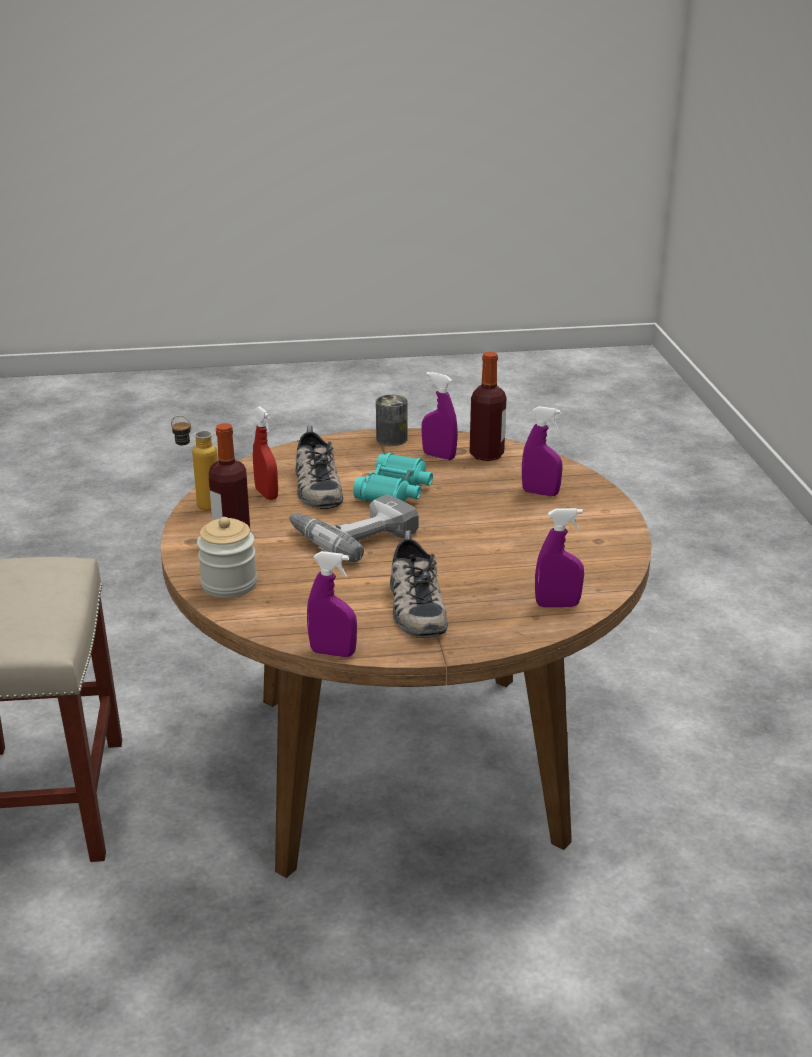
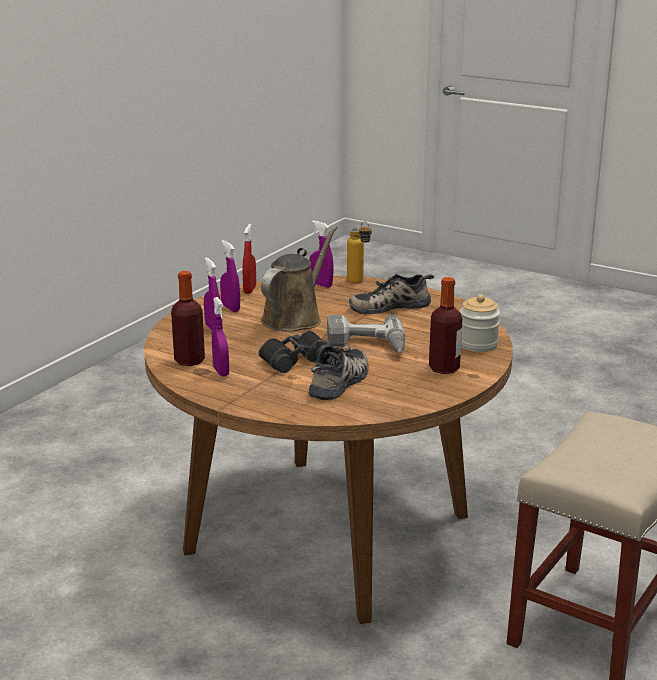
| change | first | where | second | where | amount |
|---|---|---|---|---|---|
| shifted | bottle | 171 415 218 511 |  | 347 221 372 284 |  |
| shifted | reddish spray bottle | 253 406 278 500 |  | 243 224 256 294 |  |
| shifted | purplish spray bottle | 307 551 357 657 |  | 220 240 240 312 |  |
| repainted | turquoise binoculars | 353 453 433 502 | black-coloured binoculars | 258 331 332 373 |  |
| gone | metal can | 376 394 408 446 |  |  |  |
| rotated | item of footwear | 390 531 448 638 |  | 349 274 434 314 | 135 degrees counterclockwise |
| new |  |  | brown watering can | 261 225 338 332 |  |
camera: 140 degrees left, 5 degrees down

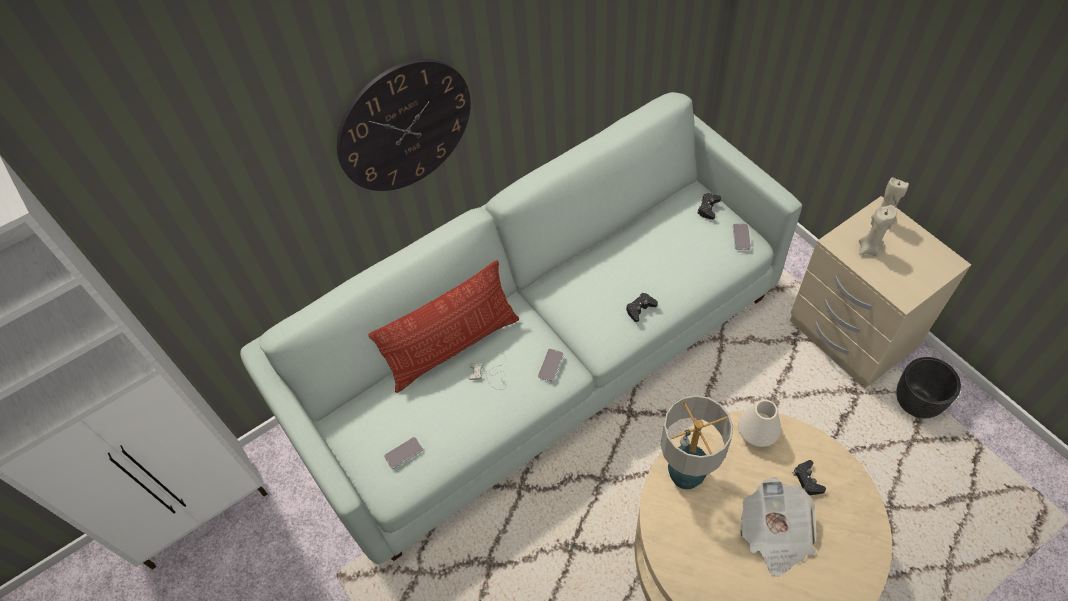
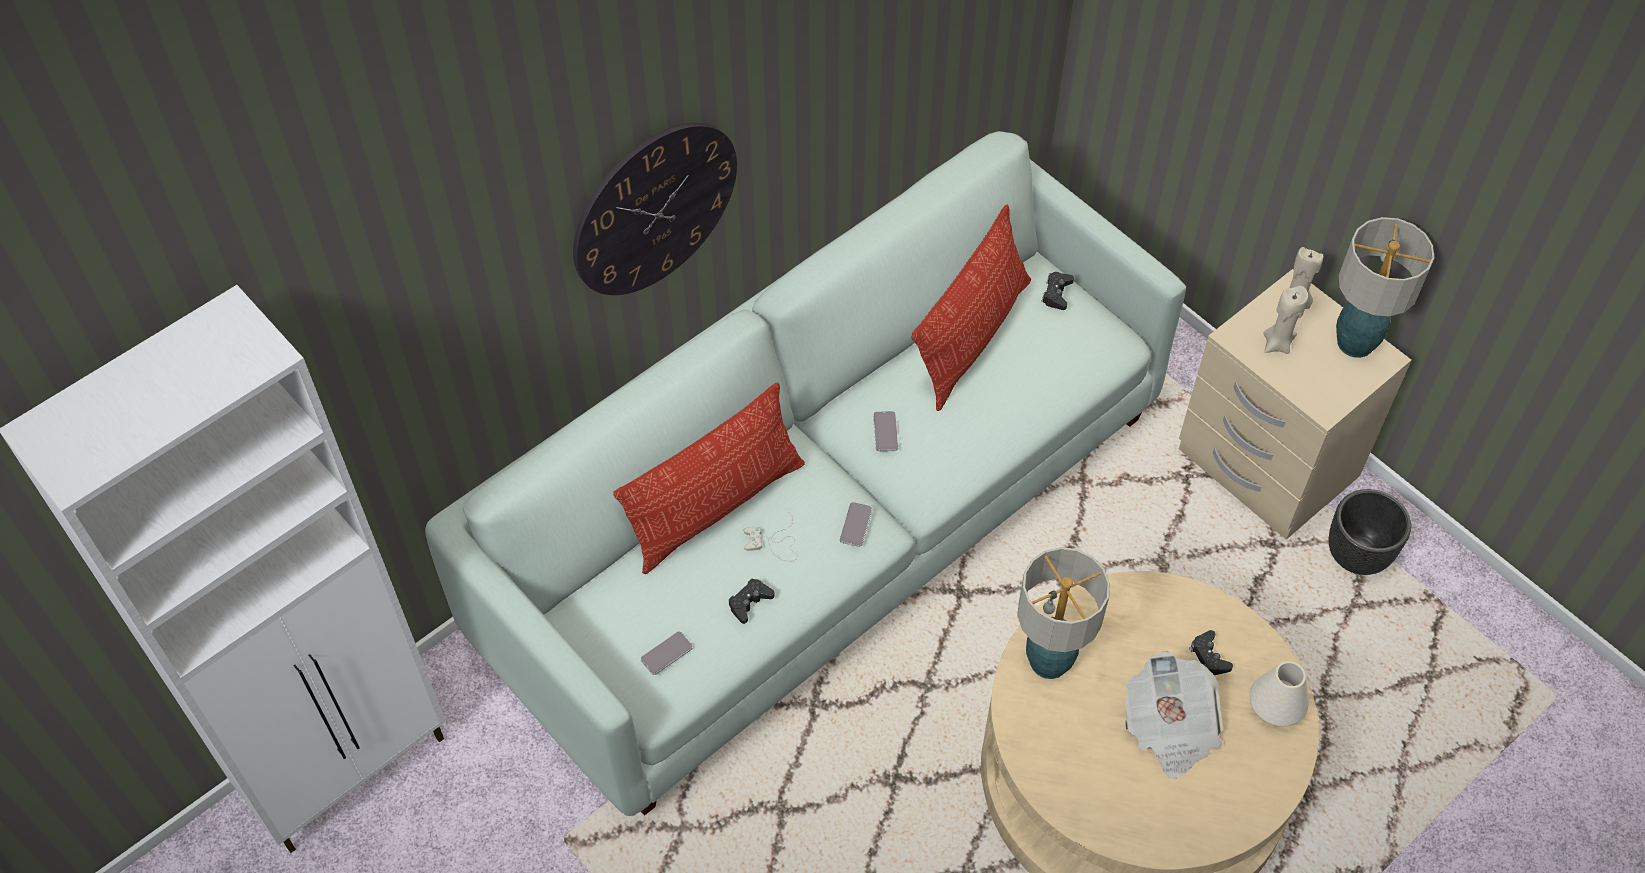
| change | first | where | second | where | amount |
|---|---|---|---|---|---|
| shifted | black-coloured joypad | 626 293 658 322 |  | 729 579 775 624 |  |
| shifted | handset | 733 224 751 250 |  | 873 411 898 451 |  |
| shifted | white-coloured vase | 738 400 781 447 |  | 1250 661 1309 727 |  |
| new |  |  | pillow | 911 205 1031 411 |  |
| new |  |  | lamp for a table | 1336 217 1434 358 |  |
camera: 10 degrees left, 0 degrees up

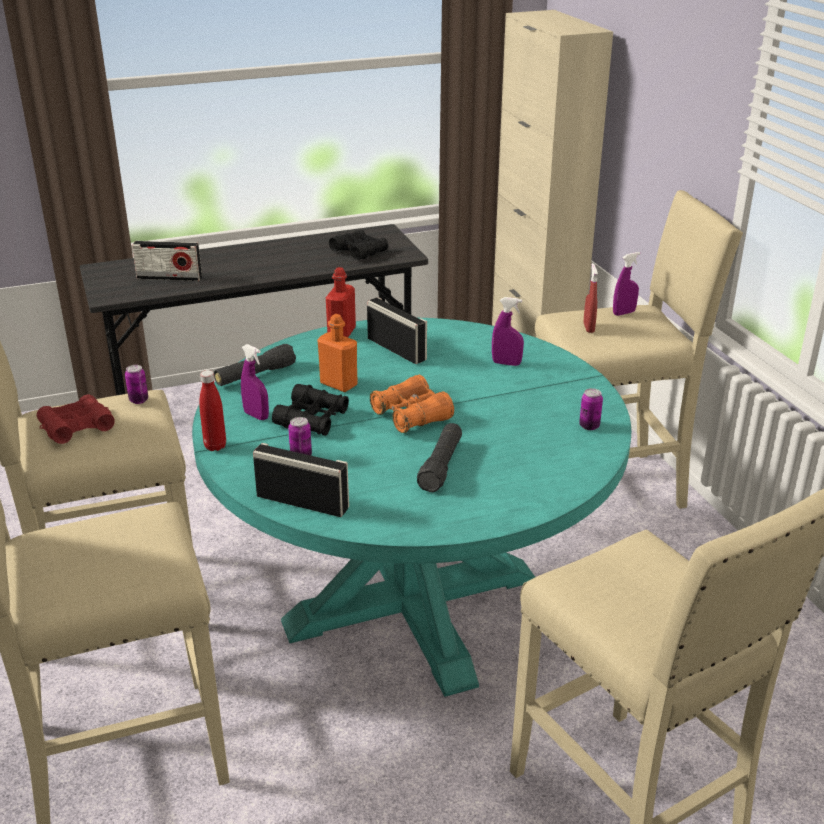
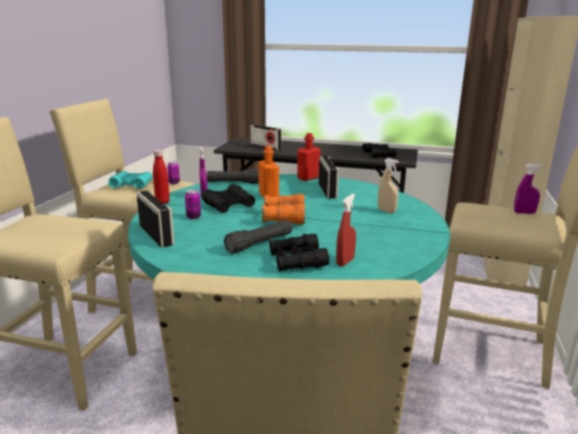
| change | first | where | second | where | amount |
|---|---|---|---|---|---|
| repainted | reddish binoculars | 37 394 115 444 | turquoise binoculars | 108 171 153 189 |  |
| repainted | purplish spray bottle | 492 297 524 366 | beige spray bottle | 378 158 399 214 |  |
| gone | metal can | 579 388 603 430 |  |  |  |
| shifted | reddish spray bottle | 584 263 598 333 |  | 336 194 356 266 |  |
| new |  |  | black-coloured binoculars | 269 234 329 272 |  |
camera: 35 degrees right, 10 degrees down

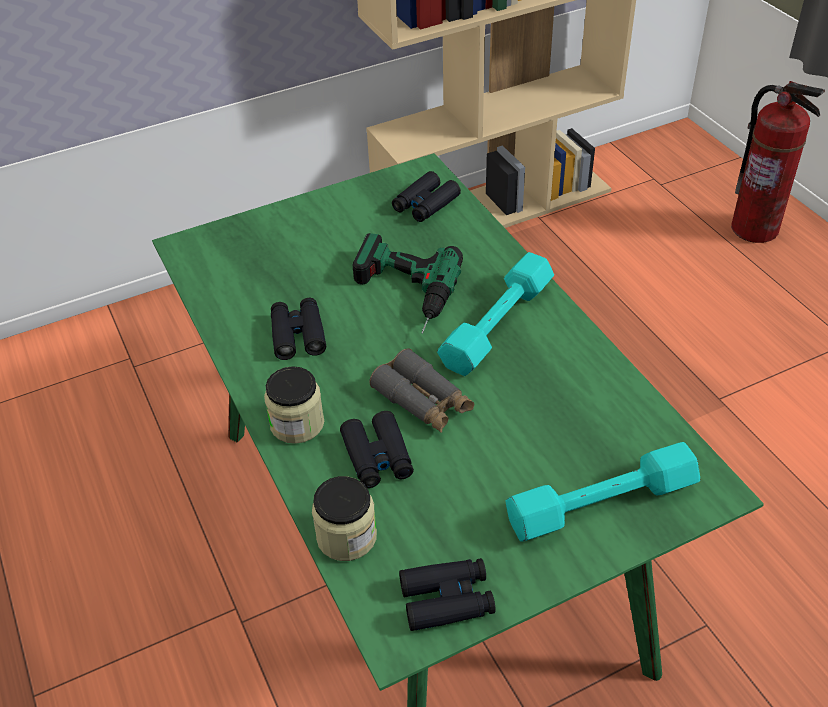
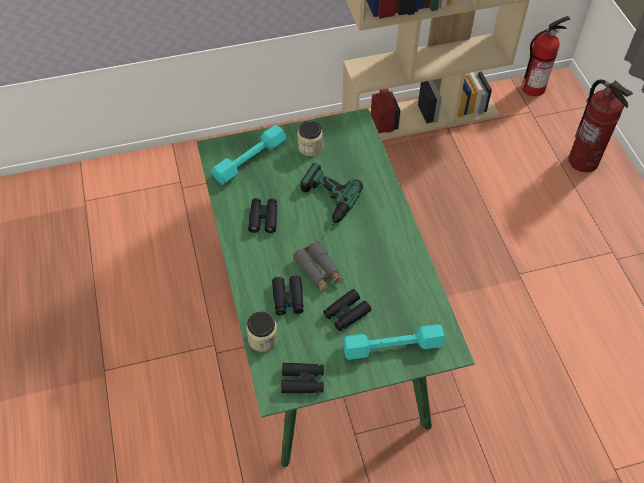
| change | first | where | second | where | amount |
|---|---|---|---|---|---|
| shifted | storage jar | 264 366 324 444 |  | 297 120 323 156 |  |
| shifted | black-coloured binoculars | 392 171 461 222 |  | 323 289 371 331 |  |
| shifted | turquoise dumbbell | 437 252 554 376 |  | 211 125 287 185 |  |
| new |  |  | extinguisher | 521 16 570 96 |  |
camera: 10 degrees right, 10 degrees up

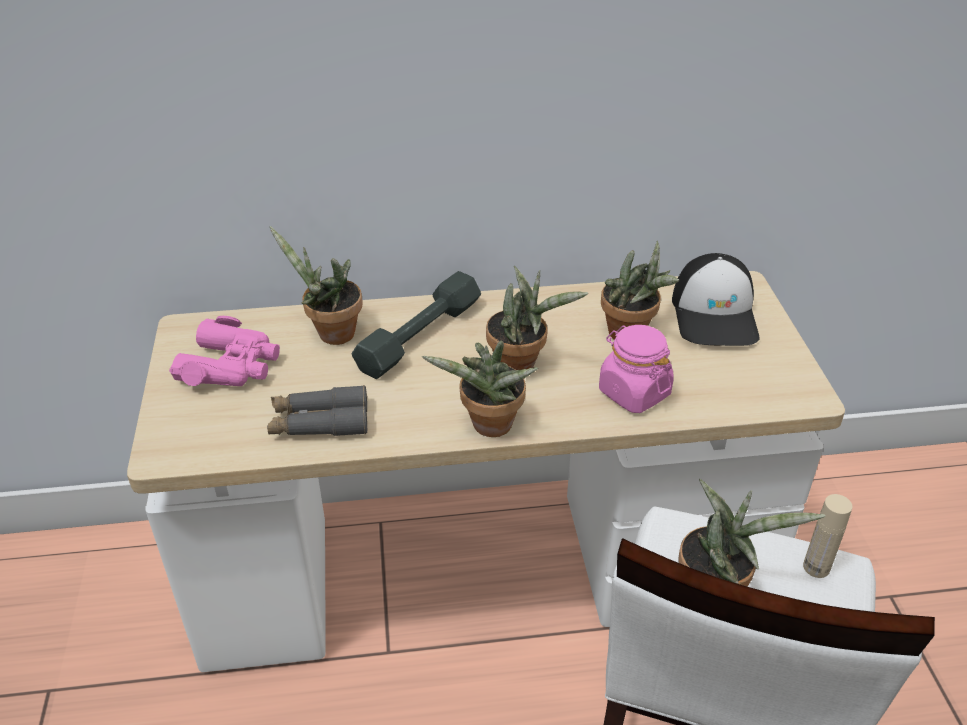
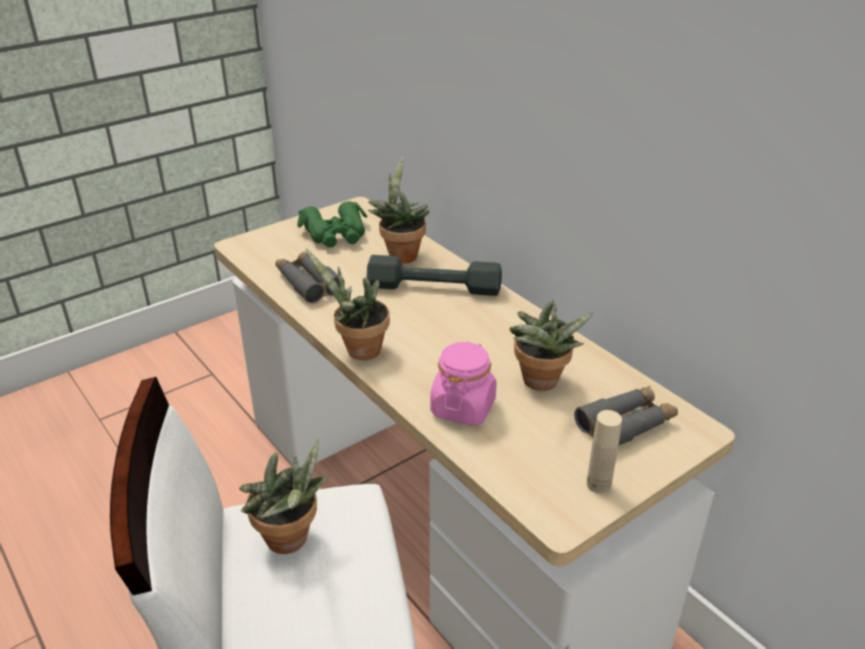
| change | first | where | second | where | amount |
|---|---|---|---|---|---|
| repainted | pinkish binoculars | 169 316 280 386 | greenish binoculars | 297 201 368 248 |  |
| gone | houseplant | 486 266 588 370 |  |  |  |
| swapped | peaked cap | 672 253 760 346 | greyish binoculars | 574 386 678 446 |  |
| shifted | beige bottle | 803 494 852 578 |  | 587 410 622 494 |  |
camera: 60 degrees right, 5 degrees down

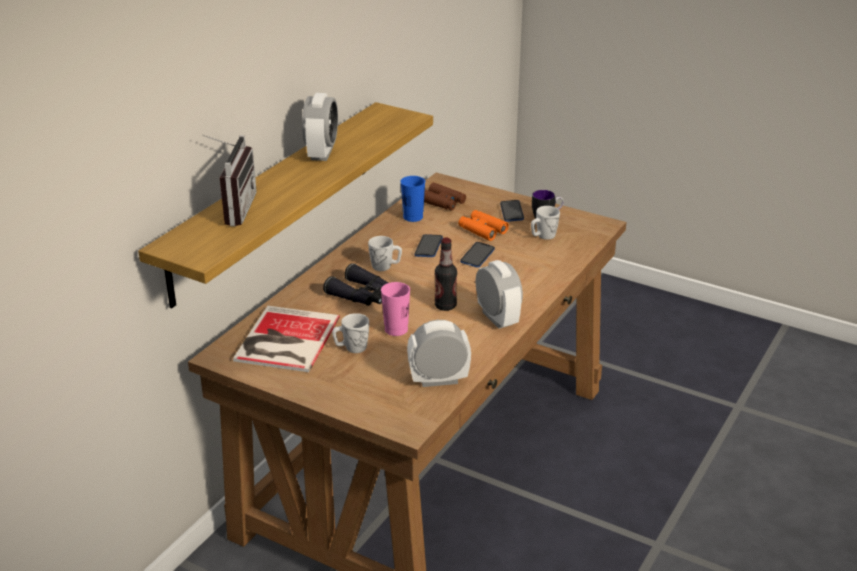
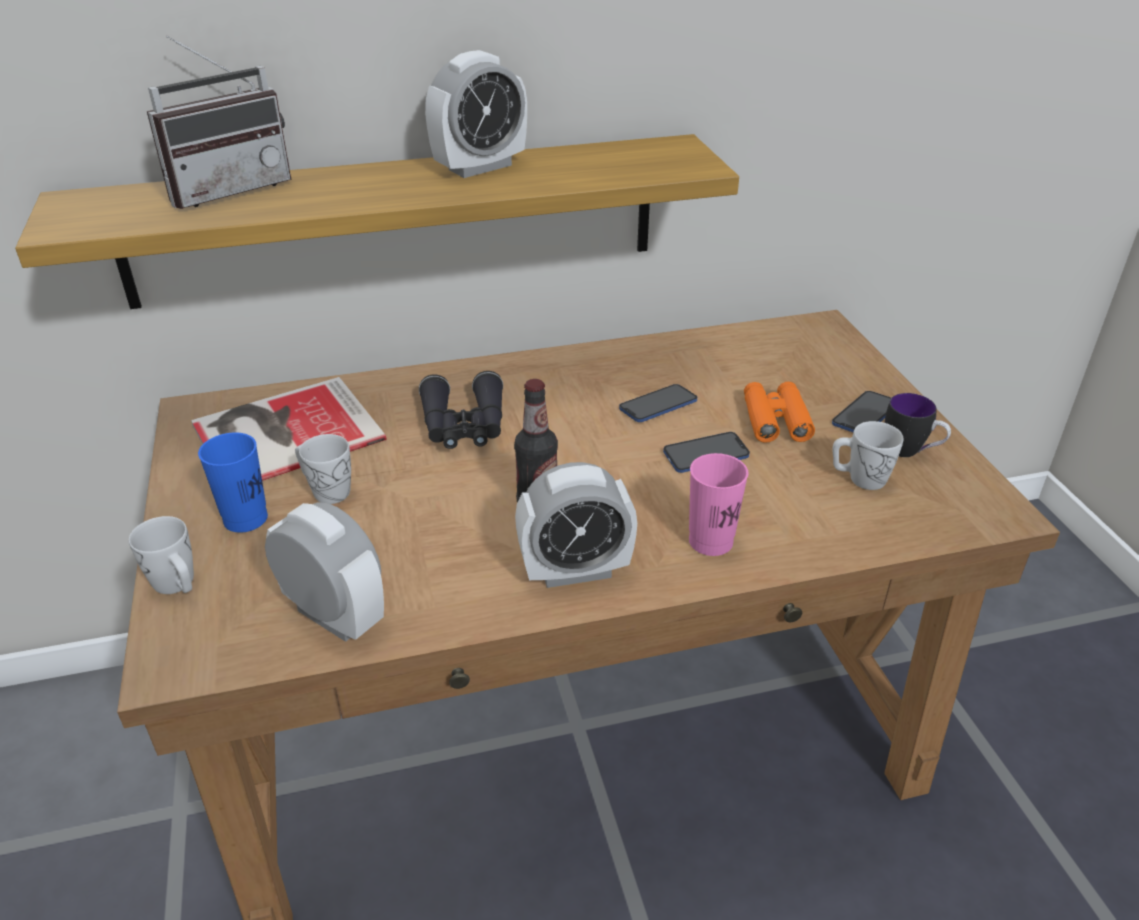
| change | first | where | second | where | amount |
|---|---|---|---|---|---|
| shifted | white-coloured coffee mug | 368 236 402 271 |  | 129 516 194 594 |  |
| shifted | pinkish small cup | 381 282 410 336 |  | 689 453 748 556 |  |
| shifted | blue small cup | 400 176 425 222 |  | 198 432 268 533 |  |
| gone | brown binoculars | 424 183 466 211 |  |  |  |
| rotated | alarm clock | 475 260 523 329 |  | 515 462 637 588 | 60 degrees clockwise |
camera: 45 degrees right, 5 degrees up

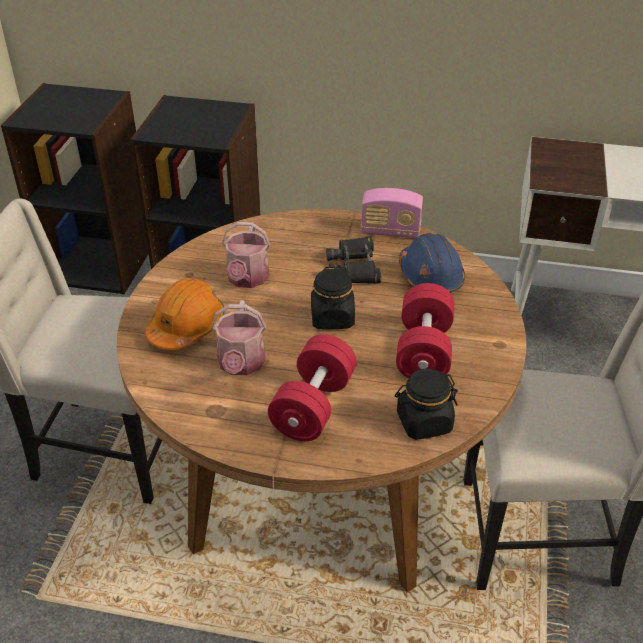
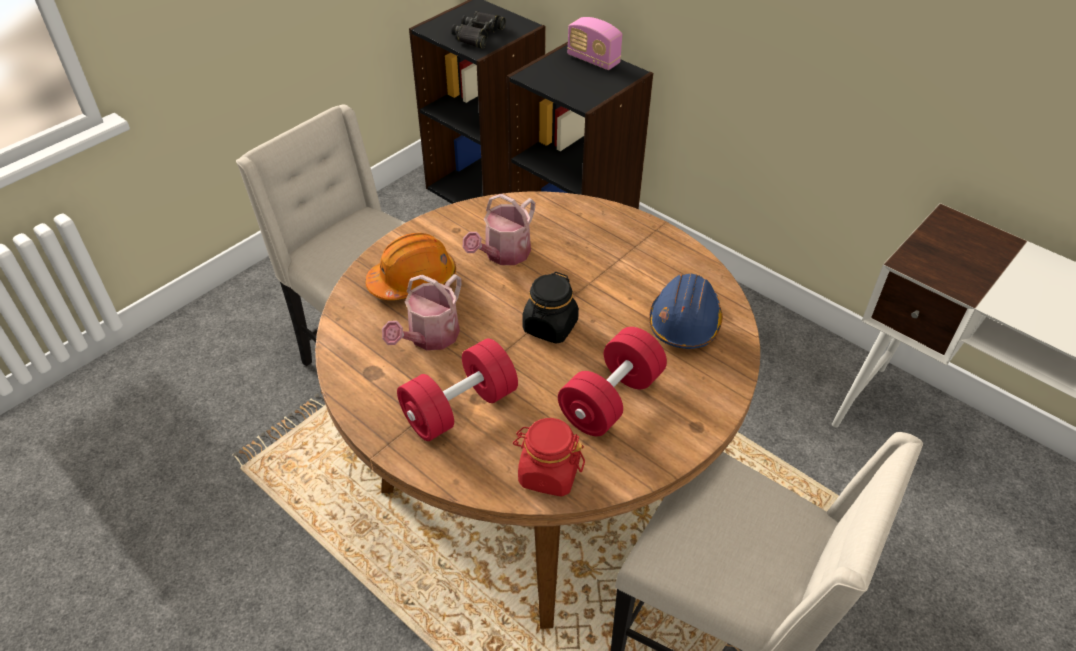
| change | first | where | second | where | amount |
|---|---|---|---|---|---|
| shifted | black-coloured binoculars | 326 237 381 284 |  | 451 11 506 49 |  |
| shifted | radio | 361 188 423 238 |  | 567 17 622 70 |  |
| repainted | black-coloured storage jar | 395 369 458 440 | reddish storage jar | 513 418 585 497 |  |
camera: 30 degrees right, 5 degrees up

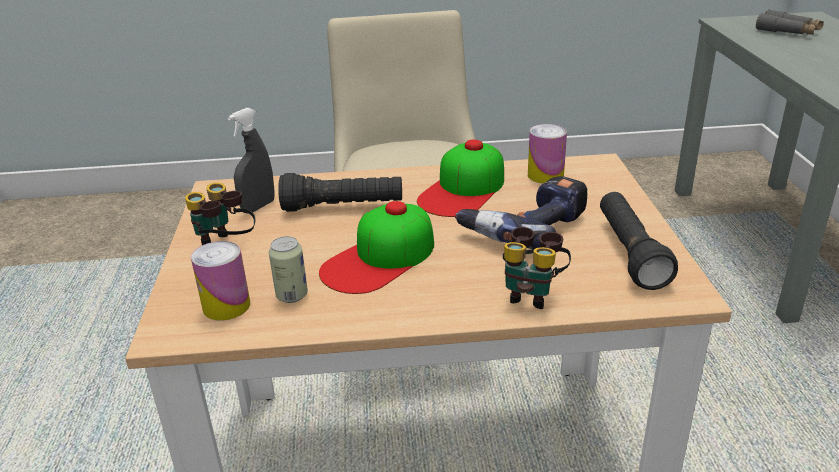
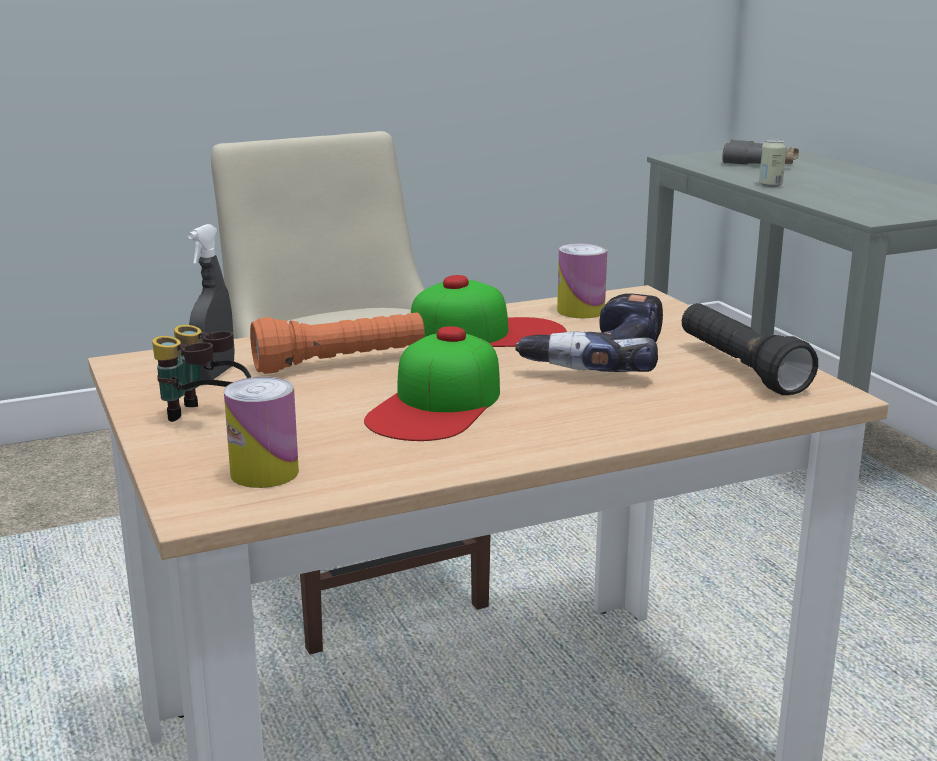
| change | first | where | second | where | amount |
|---|---|---|---|---|---|
| shifted | metal can | 269 236 308 303 |  | 759 139 786 187 |  |
| repainted | black-coloured torch | 278 173 402 212 | orangey torch | 250 313 425 374 |  |
| rotated | peaked cap | 417 139 504 217 |  | 411 275 567 347 | 105 degrees counterclockwise |
| gone | binoculars | 503 227 571 309 |  |  |  |
camera: 20 degrees left, 10 degrees down

